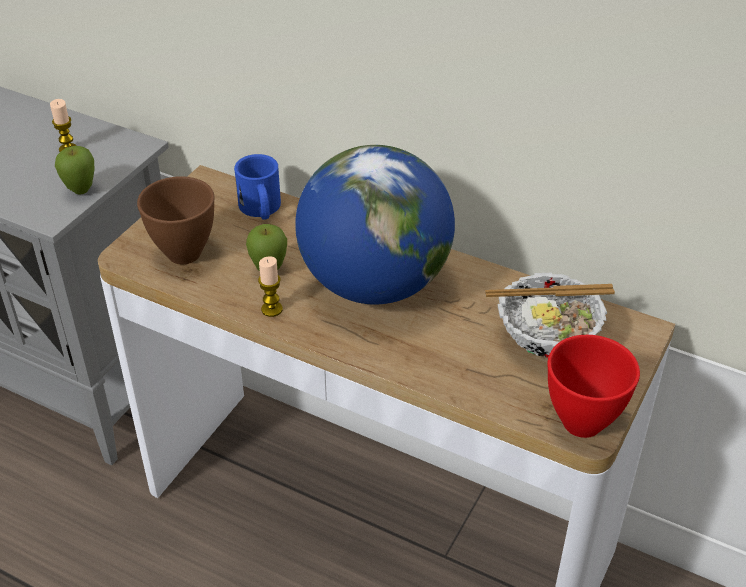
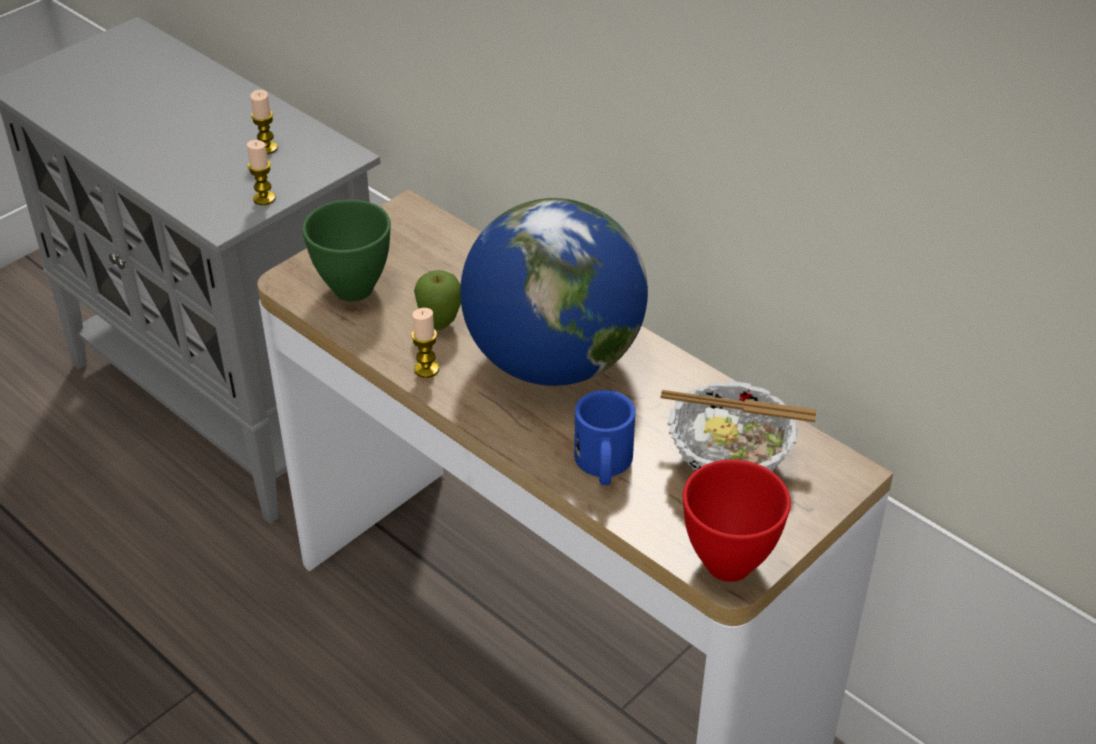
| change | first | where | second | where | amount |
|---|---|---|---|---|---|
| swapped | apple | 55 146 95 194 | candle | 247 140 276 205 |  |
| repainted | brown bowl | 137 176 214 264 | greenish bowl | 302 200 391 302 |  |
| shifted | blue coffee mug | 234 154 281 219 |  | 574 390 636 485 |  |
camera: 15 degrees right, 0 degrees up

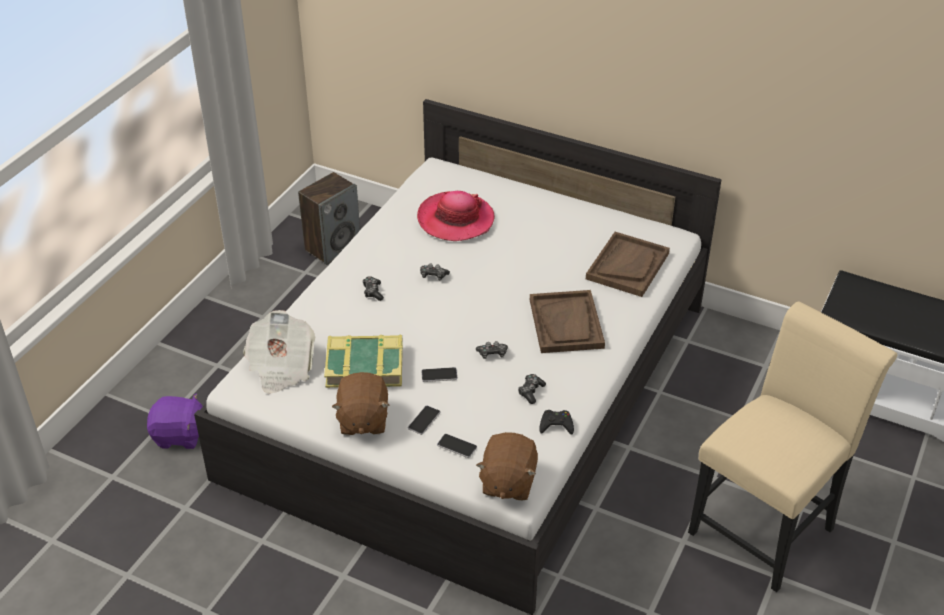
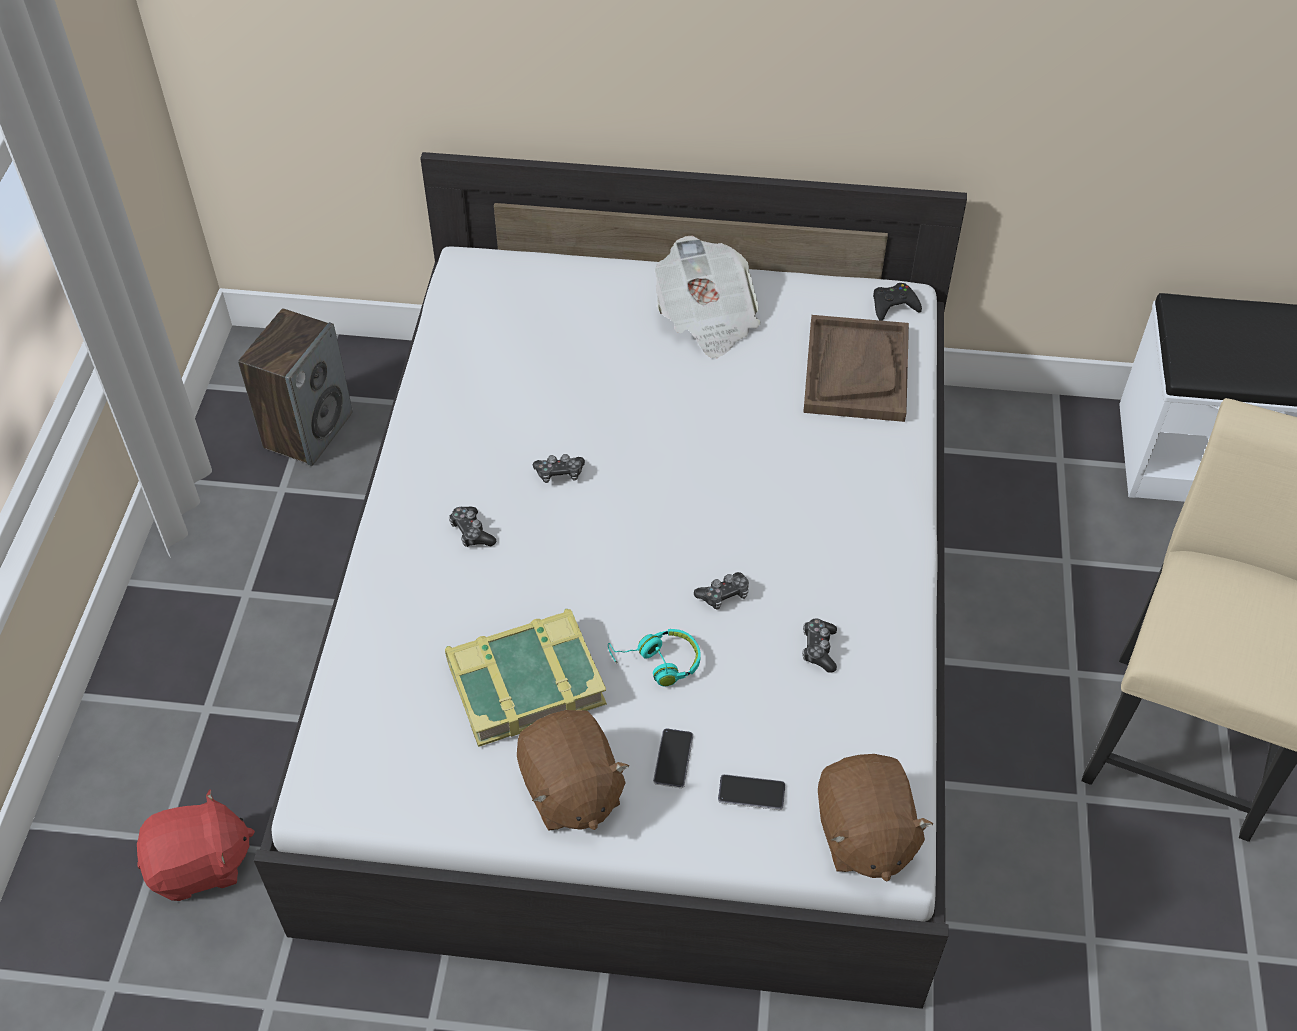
| change | first | where | second | where | amount |
|---|---|---|---|---|---|
| repainted | purplish soft toy | 147 393 203 449 | reddish soft toy | 137 789 255 901 |  |
| shifted | printed paper | 243 310 315 394 |  | 655 236 760 358 |  |
| gone | clothing hat | 417 191 495 241 |  |  |  |
| swapped | handset | 421 367 458 382 | turquoise headphones | 608 629 701 686 |  |
| gone | brown tray | 530 290 605 353 |  |  |  |
| shifted | black-coloured joypad | 539 410 574 435 |  | 873 283 922 321 |  |
camera: 20 degrees left, 10 degrees up

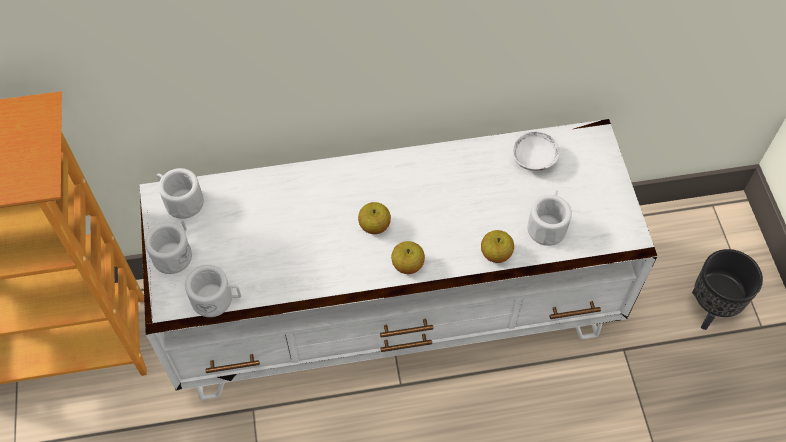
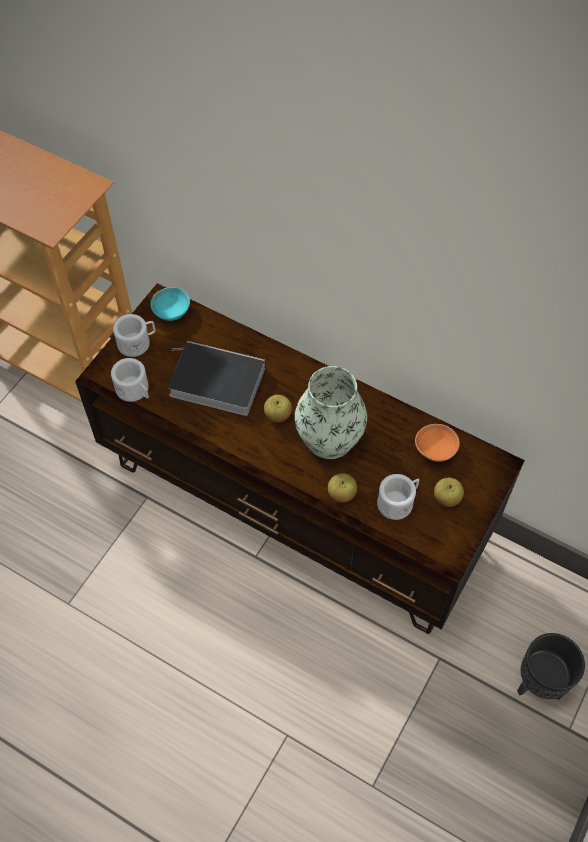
| change | first | where | second | where | amount |
|---|---|---|---|---|---|
| repainted | white-coloured media console | 140 119 658 400 | brown media console | 75 283 525 634 |  |
| swapped | white-coloured coffee mug | 157 168 204 219 | turquoise bowl | 151 287 190 321 |  |
| shifted | apple | 391 241 425 274 |  | 434 478 464 507 |  |
| repainted | white-coloured bowl | 512 131 560 171 | orangey bowl | 415 424 460 462 |  |
| new |  |  | volume | 168 341 265 416 |  |
| new |  |  | vase | 295 366 367 459 |  |
camera: 40 degrees right, 0 degrees up

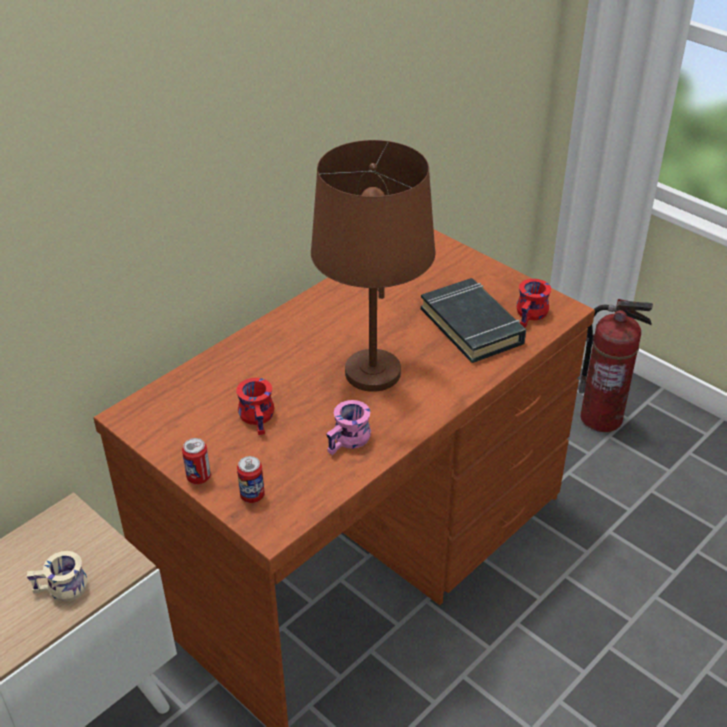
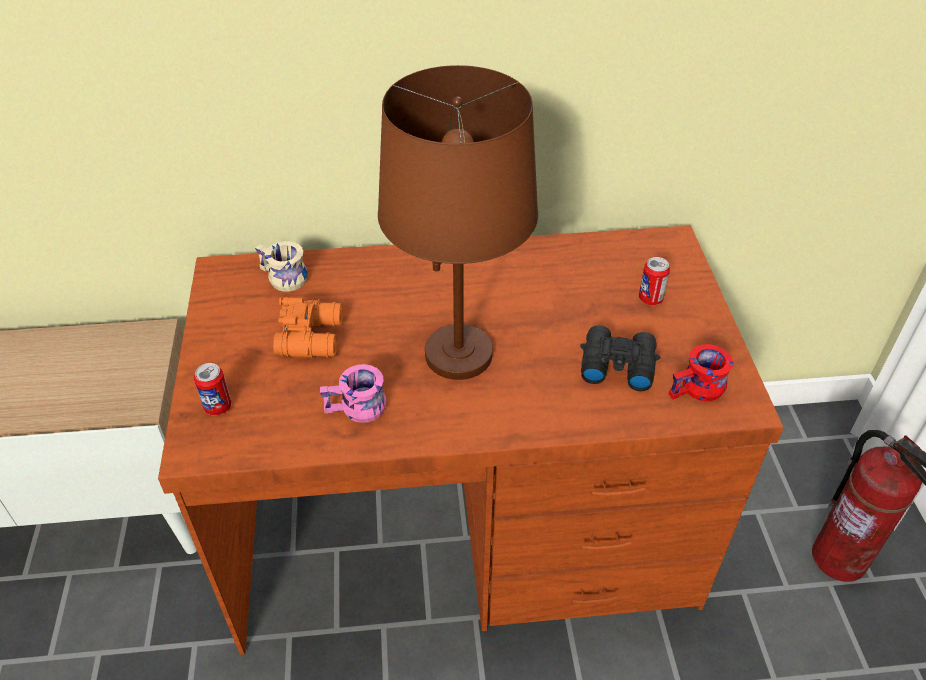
| change | first | where | second | where | amount |
|---|---|---|---|---|---|
| shifted | beige coffee mug | 27 551 87 602 |  | 255 241 308 292 |  |
| shifted | metal can | 182 438 211 484 |  | 639 257 670 305 |  |
| swapped | reddish coffee mug | 236 378 274 435 | orangey binoculars | 273 297 343 358 |  |
| swapped | black-coloured volume | 421 278 526 363 | black-coloured binoculars | 580 325 661 391 |  |
camera: 40 degrees right, 5 degrees up

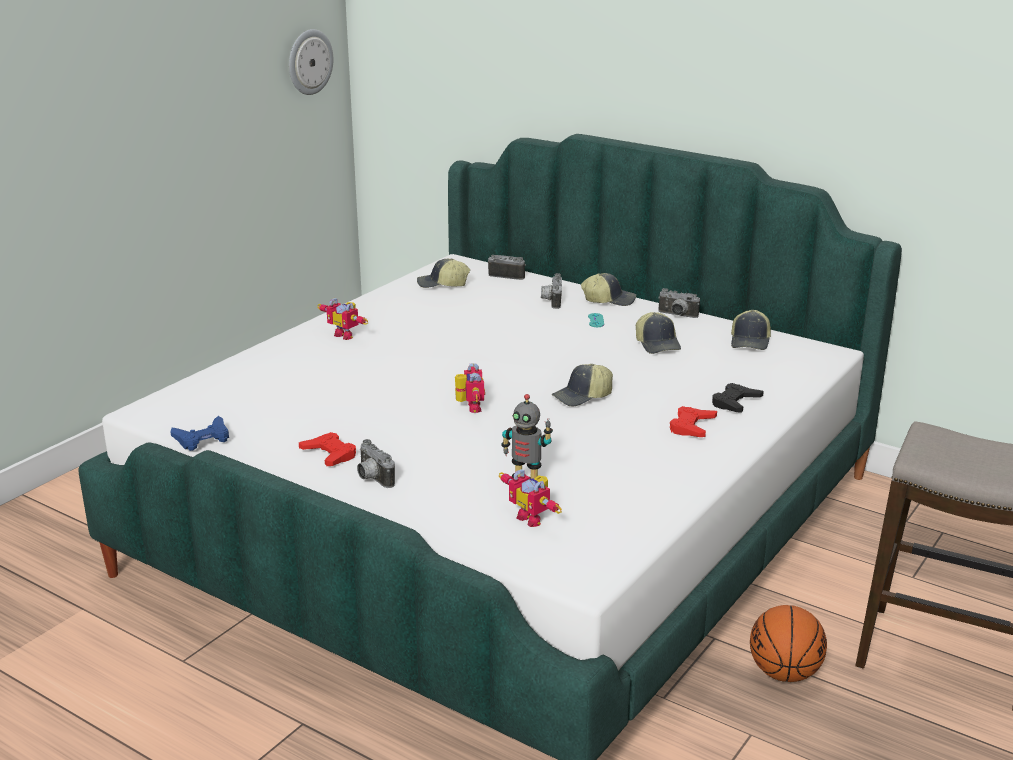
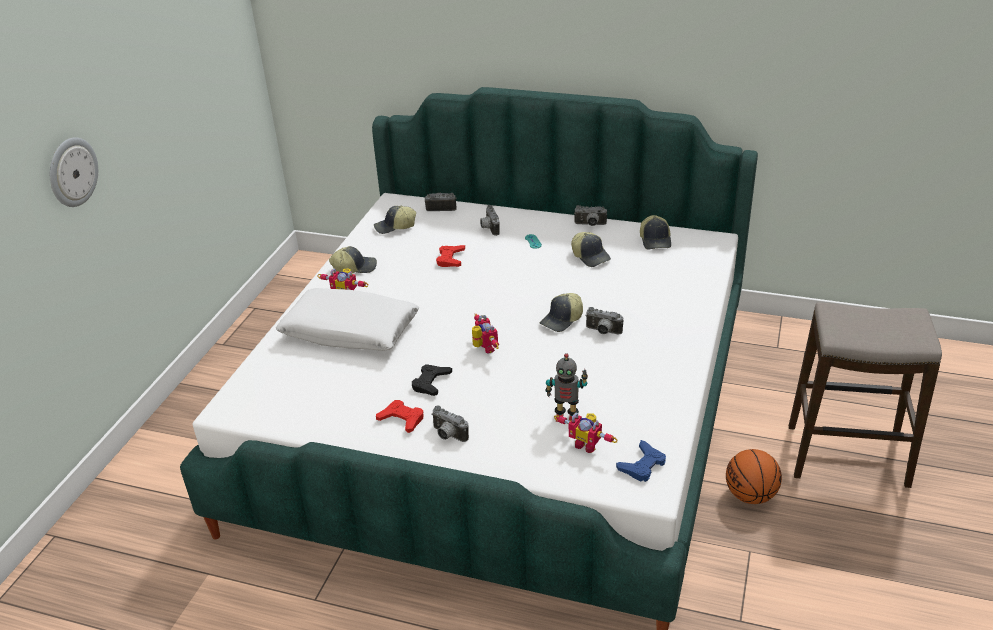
| change | first | where | second | where | amount |
|---|---|---|---|---|---|
| shifted | blue joypad | 170 416 229 451 |  | 616 440 666 482 |  |
| shifted | hanging clock | 289 29 333 95 |  | 50 137 98 207 |  |
| shifted | peaked cap | 581 273 636 306 |  | 329 246 377 273 |  |
| shifted | reddish joypad | 670 406 717 437 |  | 436 245 465 267 |  |
| shifted | black-coloured joypad | 712 383 764 413 |  | 412 364 452 396 |  |
| new |  |  | white-coloured pillow | 276 288 419 351 |  |
| new |  |  | still camera | 585 307 623 334 |  |
camera: 15 degrees left, 10 degrees up

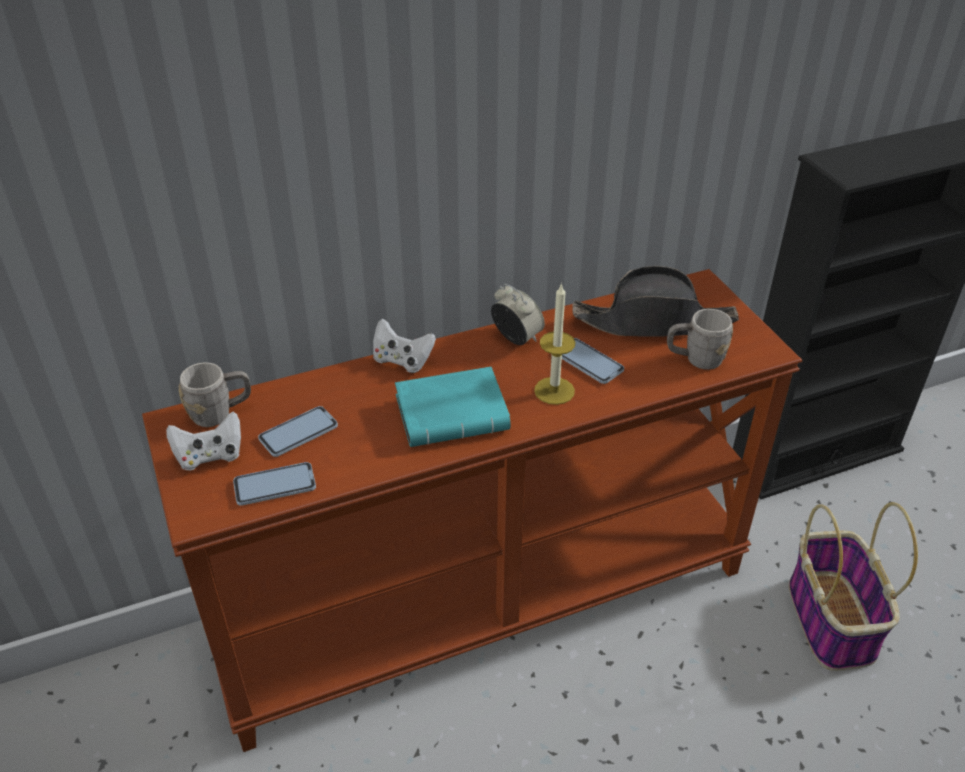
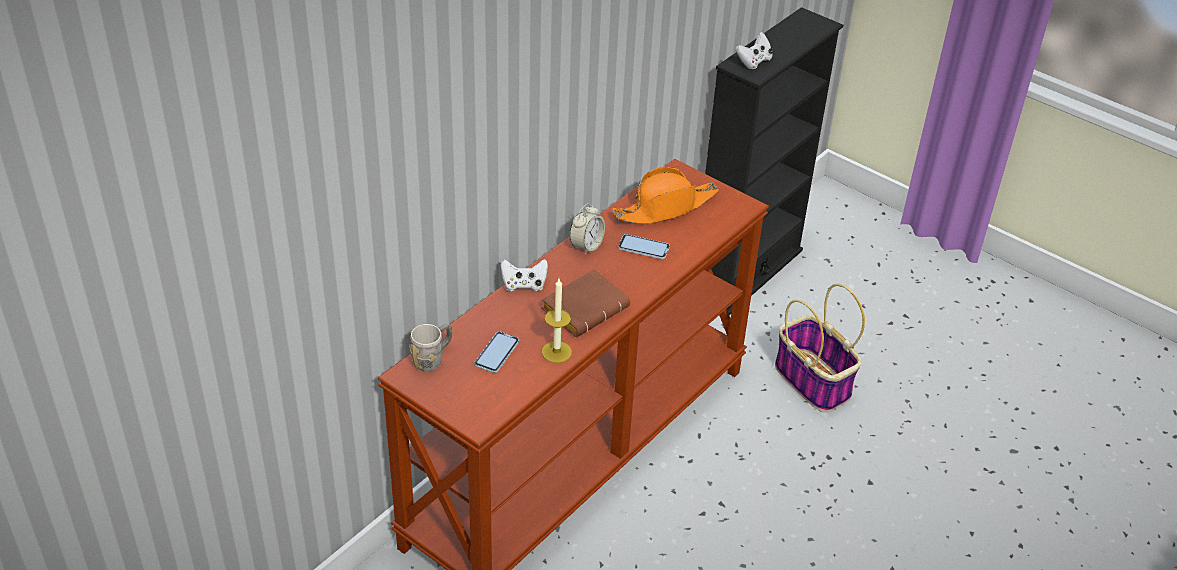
| change | first | where | second | where | amount |
|---|---|---|---|---|---|
| shifted | white-coloured joypad | 166 412 241 470 |  | 735 32 773 69 |  |
| gone | handset | 233 462 316 506 |  |  |  |
| repainted | turquoise volume | 395 367 511 447 | brown volume | 541 270 630 337 |  |
| rotated | alarm clock | 491 284 545 345 |  | 569 203 605 255 | 105 degrees clockwise |
| shifted | candle | 534 283 575 405 |  | 542 279 572 363 |  |
| repainted | black-coloured clothing hat | 572 266 739 337 | orangey clothing hat | 612 167 719 224 |  |
| gone | greyish coffee mug | 667 309 733 370 |  |  |  |
camera: 30 degrees left, 0 degrees up

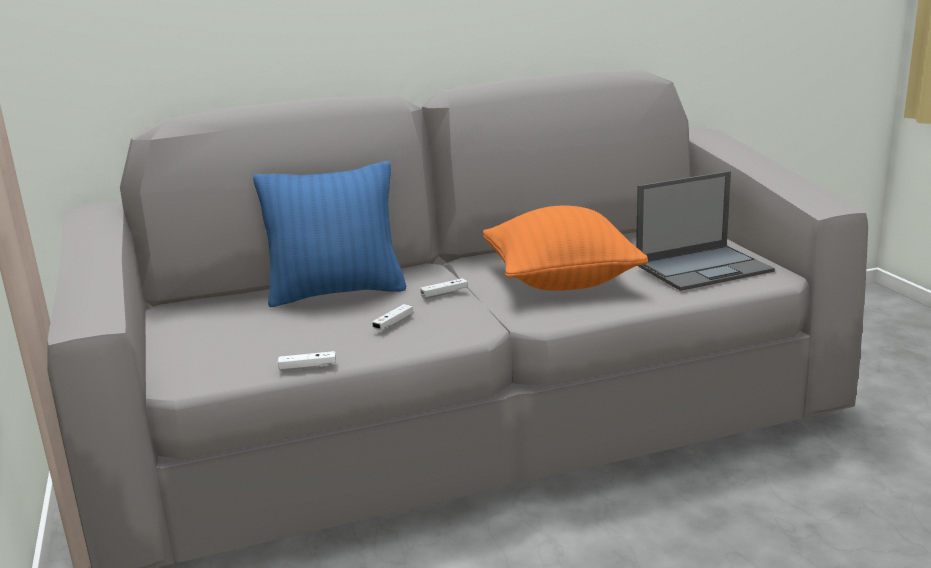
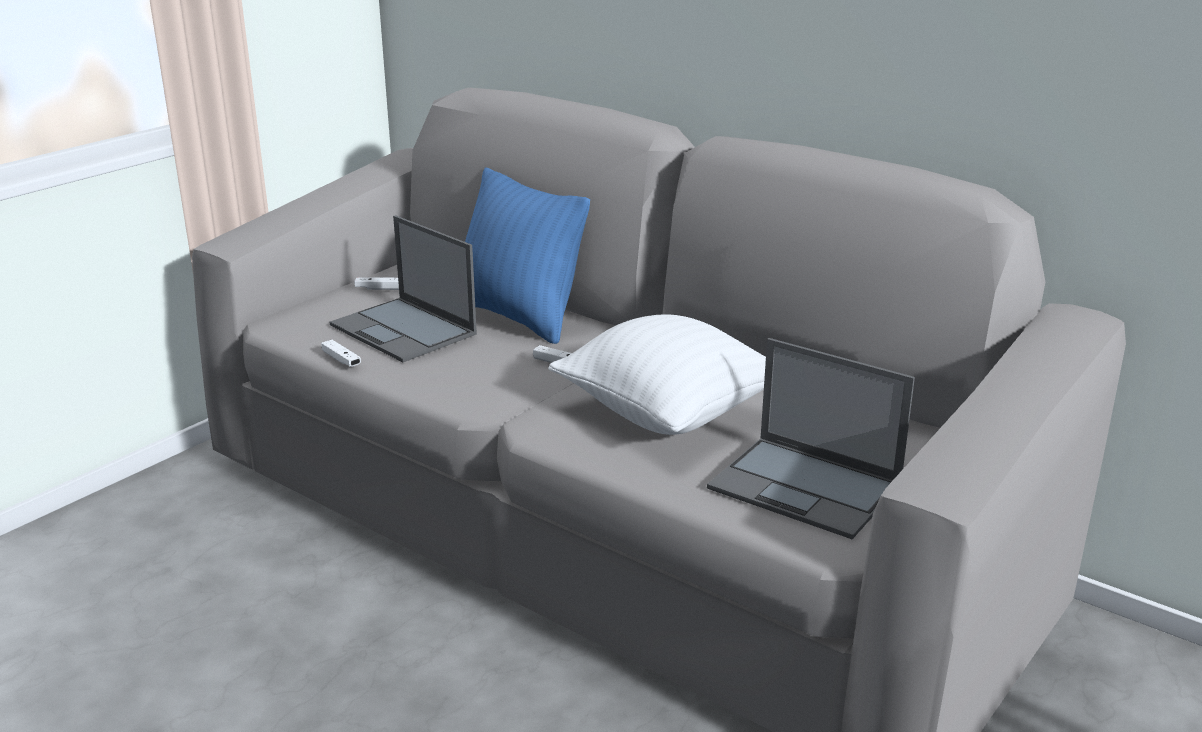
| change | first | where | second | where | amount |
|---|---|---|---|---|---|
| shifted | white-coloured joypad | 372 304 413 330 |  | 354 277 399 290 |  |
| repainted | orangey pillow | 483 206 648 291 | white-coloured pillow | 548 314 766 435 |  |
| new |  |  | portable computer | 330 215 477 362 |  |
camera: 55 degrees right, 5 degrees up

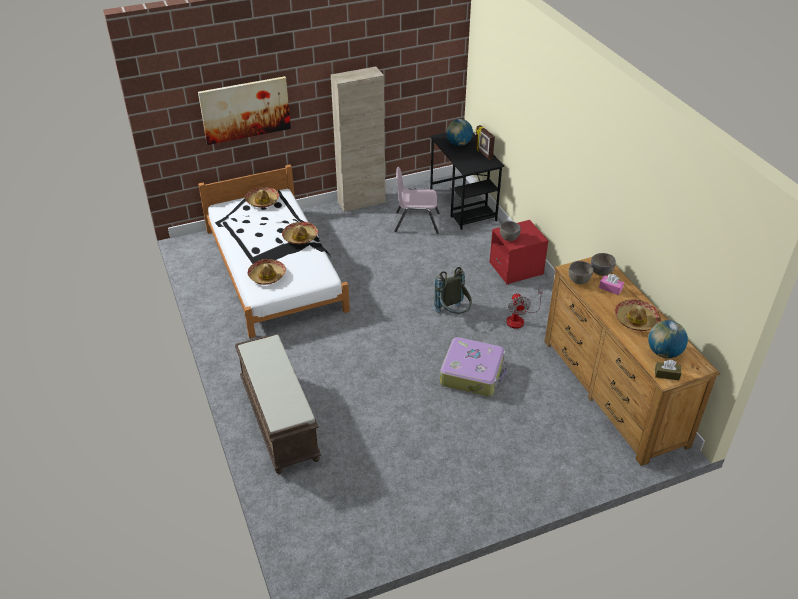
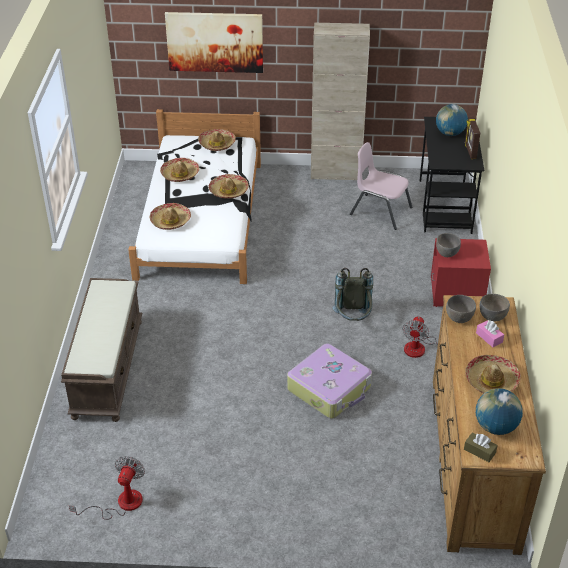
| change | first | where | second | where | amount |
|---|---|---|---|---|---|
| new |  |  | fan | 69 456 145 520 |  |
| new |  |  | clothing hat | 160 158 199 182 |  |
camera: 25 degrees right, 0 degrees up

